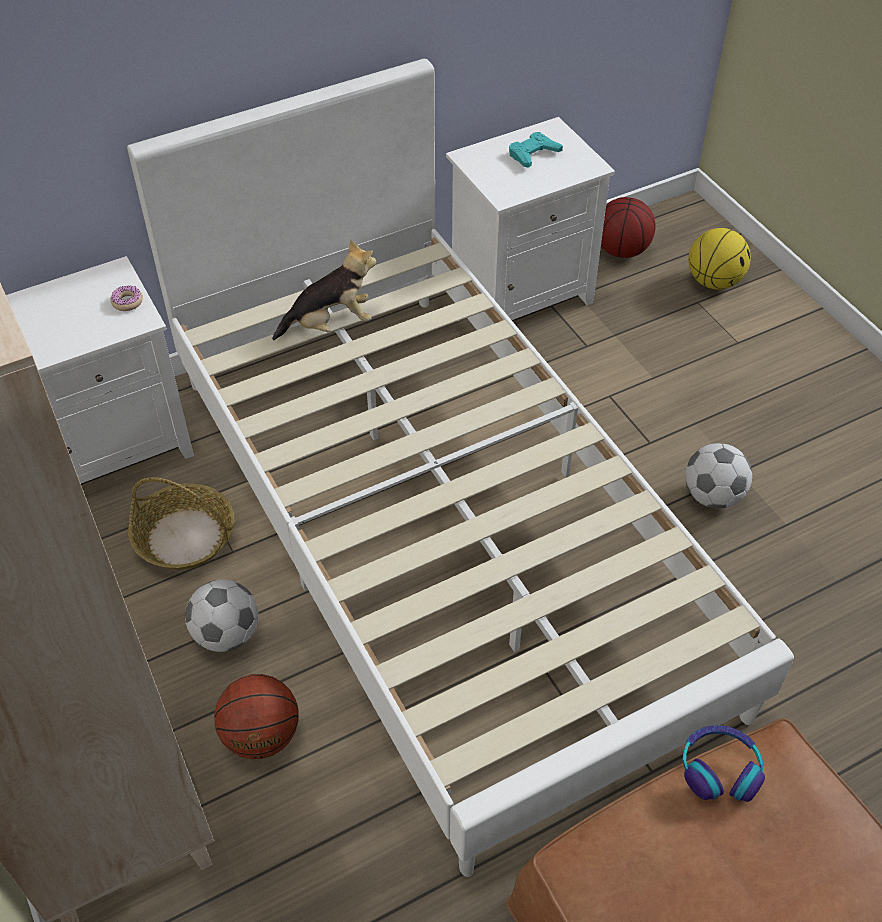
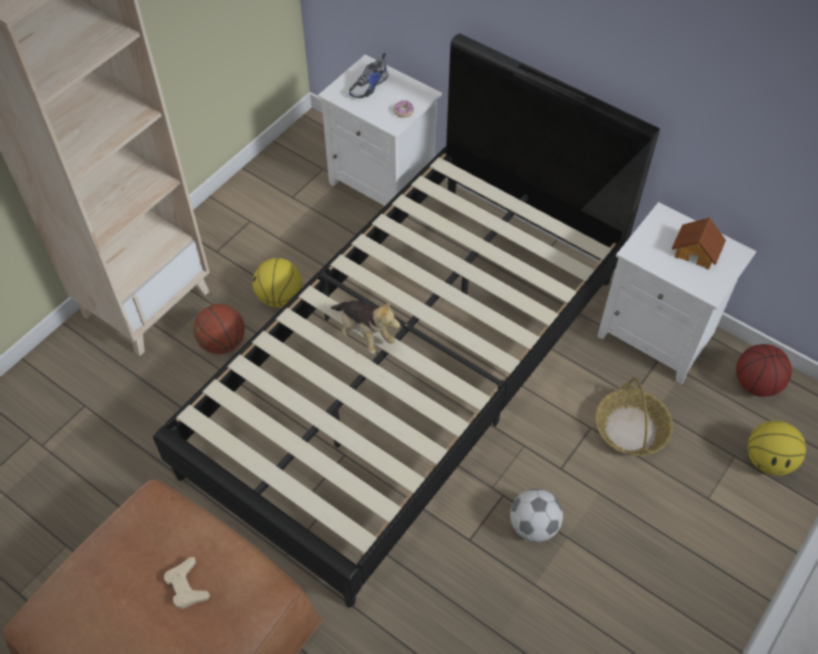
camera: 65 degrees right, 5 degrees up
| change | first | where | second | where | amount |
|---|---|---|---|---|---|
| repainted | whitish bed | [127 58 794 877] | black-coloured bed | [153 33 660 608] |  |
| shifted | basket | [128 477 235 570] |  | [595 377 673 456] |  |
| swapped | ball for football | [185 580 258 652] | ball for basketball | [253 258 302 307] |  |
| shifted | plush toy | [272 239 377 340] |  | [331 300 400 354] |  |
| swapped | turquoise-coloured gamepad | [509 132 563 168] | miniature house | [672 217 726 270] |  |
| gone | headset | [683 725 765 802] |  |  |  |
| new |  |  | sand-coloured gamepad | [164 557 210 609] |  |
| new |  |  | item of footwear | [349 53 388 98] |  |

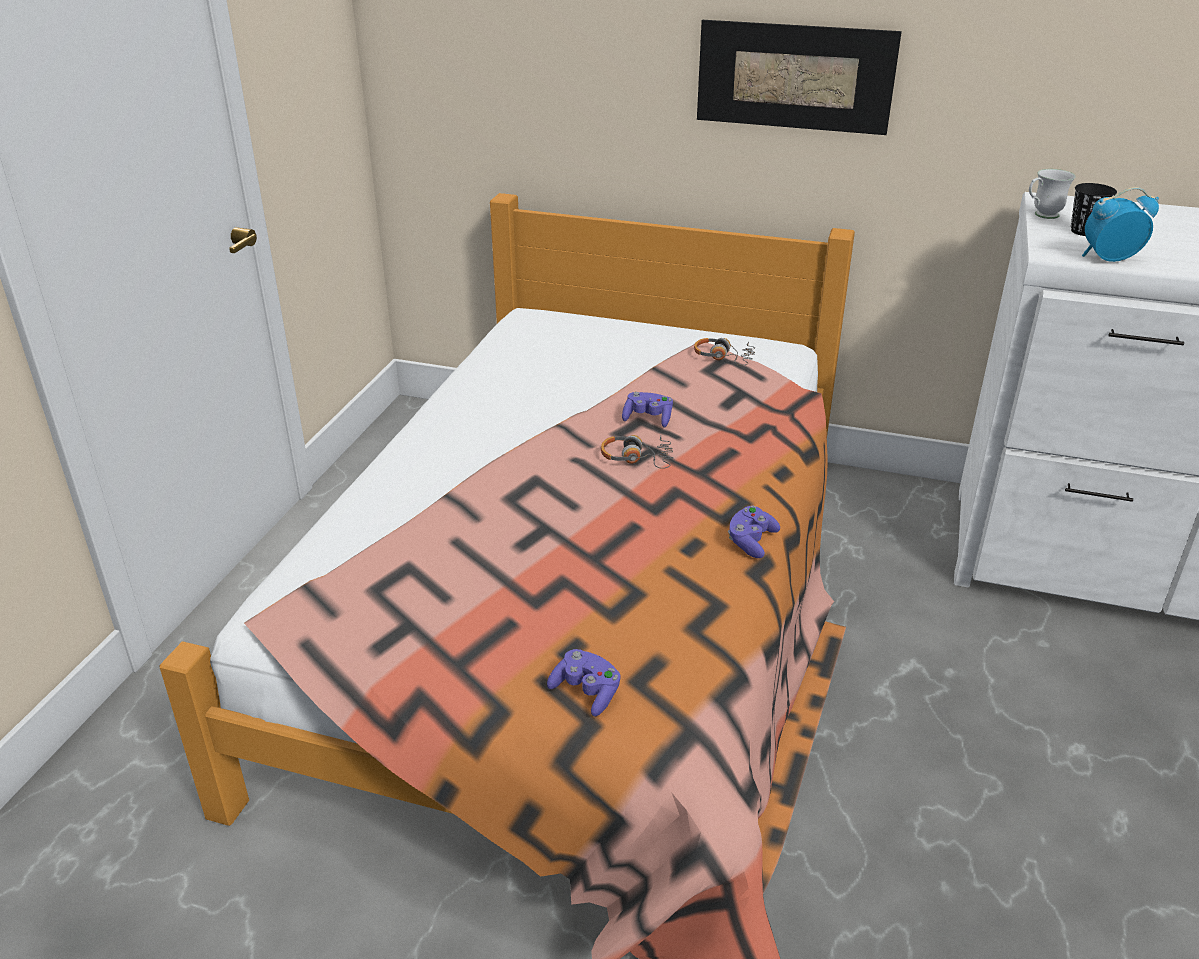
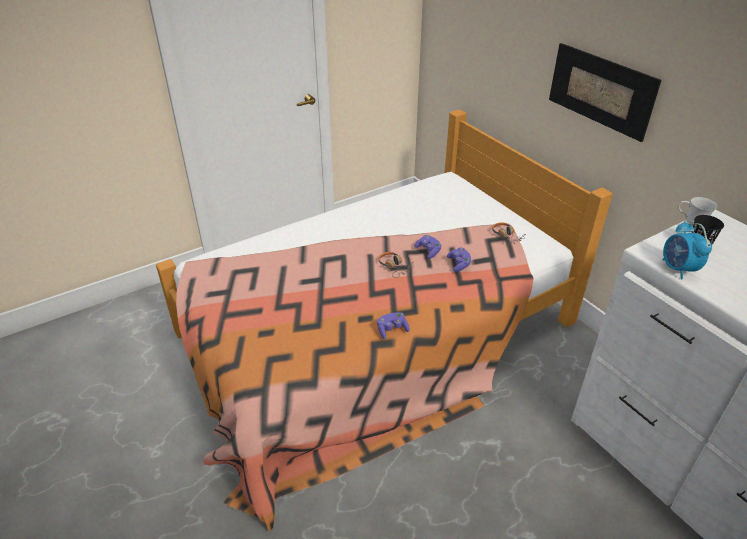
camera: 40 degrees right, 5 degrees up
| change | first | where | second | where | amount |
|---|---|---|---|---|---|
| shifted | purple gamepad | [547 649 621 717] |  | [447 248 471 272] |  |
| rotated | bedside clock | [1082 187 1159 262] |  | [662 221 712 280] | 135 degrees counterclockwise |

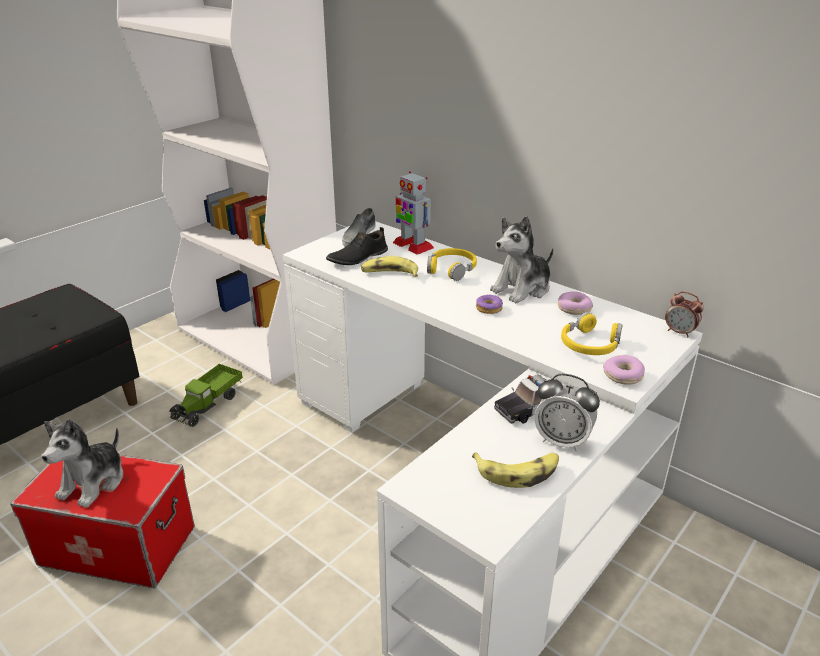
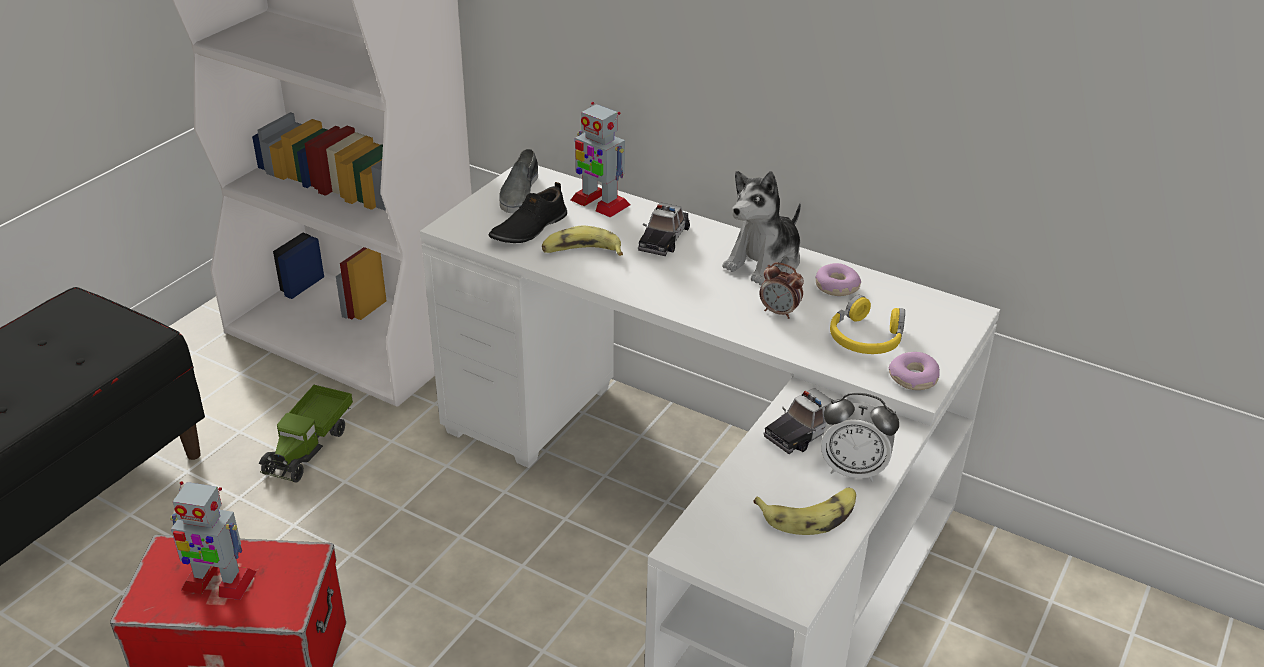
camera: 10 degrees left, 5 degrees up
| change | first | where | second | where | amount |
|---|---|---|---|---|---|
| swapped | plush toy | [42 419 123 508] | toy robot | [170 481 256 600] |  |
| swapped | yellowish headset | [427 248 477 281] | toy car | [638 202 690 256] |  |
| gone | ring doughnut | [476 295 503 314] |  |  |  |
| shifted | bedside clock | [665 292 704 337] |  | [759 263 804 319] |  |

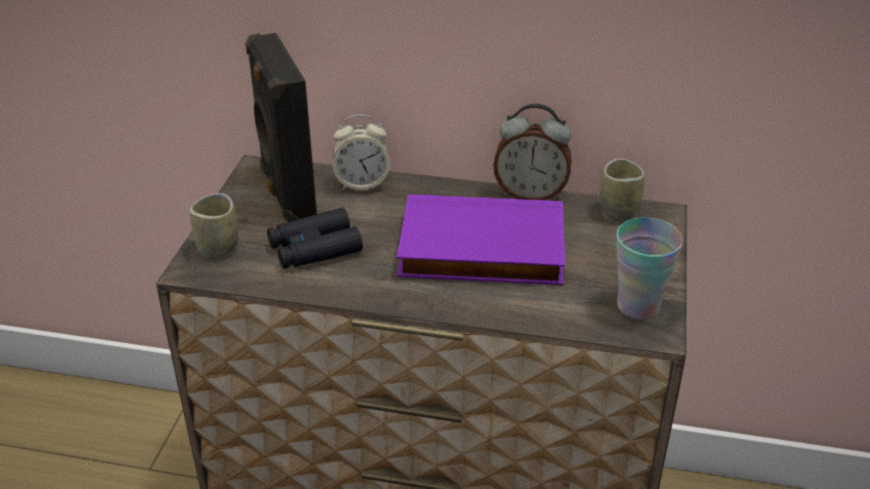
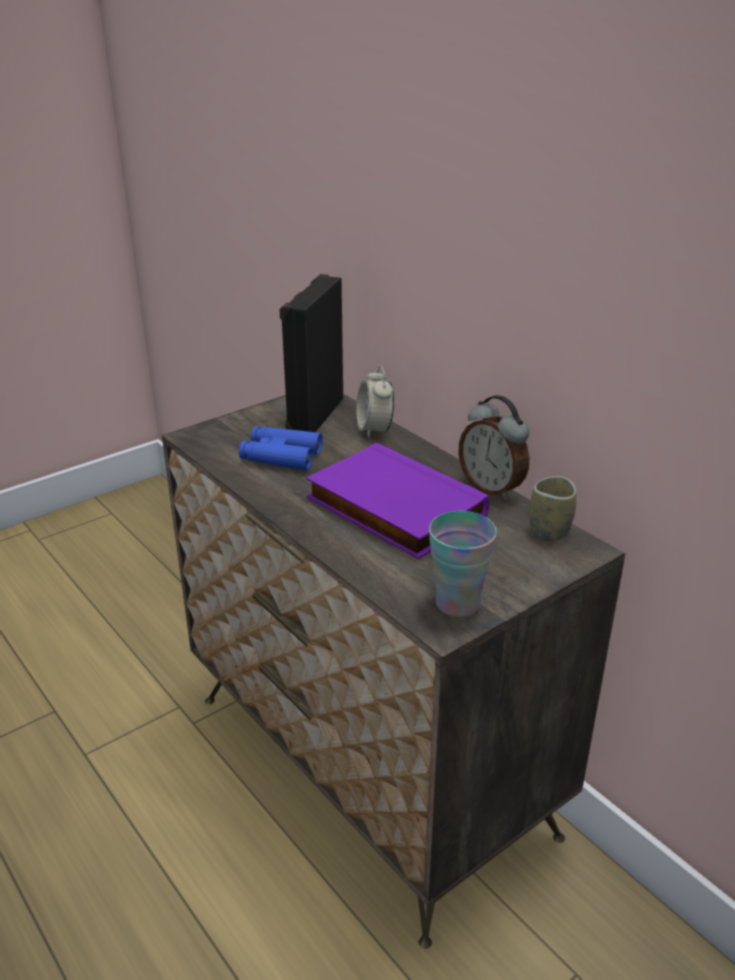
camera: 40 degrees right, 5 degrees down
| change | first | where | second | where | amount |
|---|---|---|---|---|---|
| gone | small cup | [190 193 238 260] |  |  |  |
| repainted | black-coloured binoculars | [267 208 363 269] | bluish binoculars | [239 426 323 470] |  |
| rotated | bedside clock | [333 115 390 190] |  | [356 365 394 438] | 45 degrees clockwise |

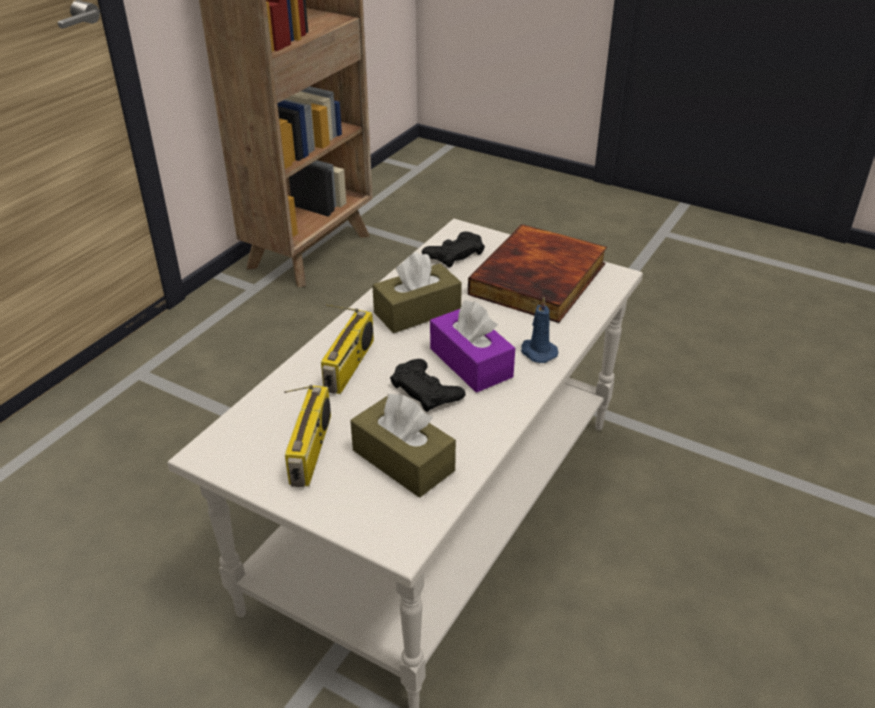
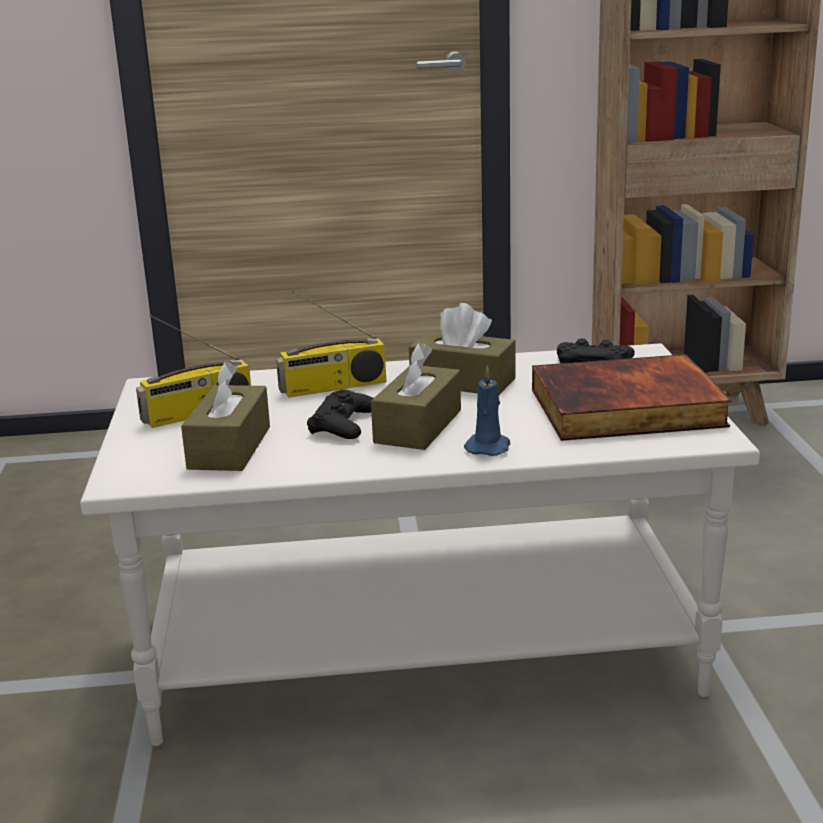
camera: 55 degrees right, 15 degrees down
| change | first | where | second | where | amount |
|---|---|---|---|---|---|
| repainted | purple tissue holder | [430 300 515 393] | brown tissue holder | [371 343 461 450] |  |

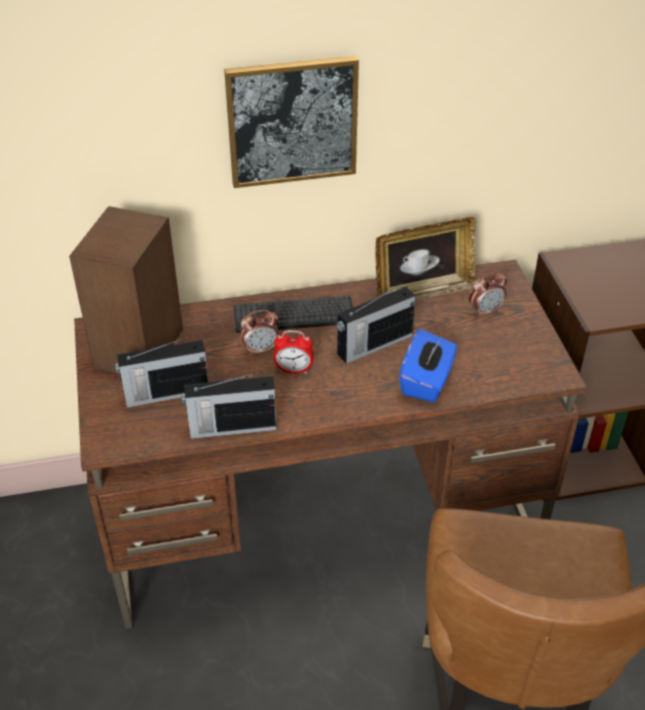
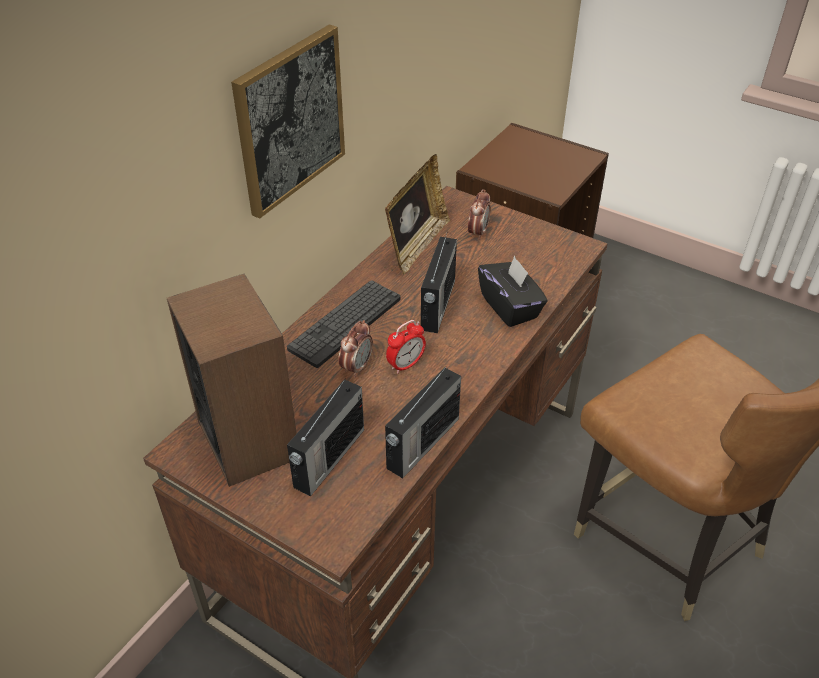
camera: 45 degrees left, 0 degrees up
| change | first | where | second | where | amount |
|---|---|---|---|---|---|
| repainted | bluish tissue holder | [399 329 457 402] | black-coloured tissue holder | [478 256 548 327] |  |

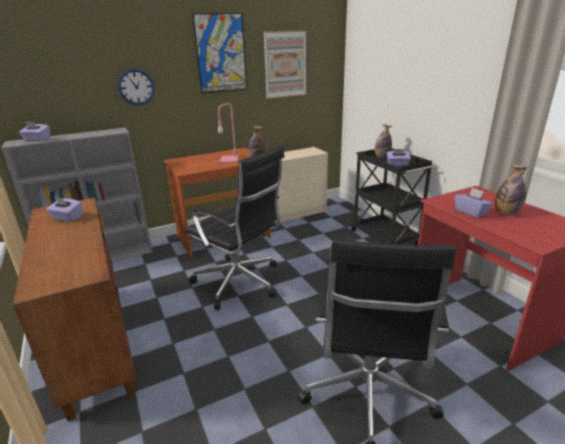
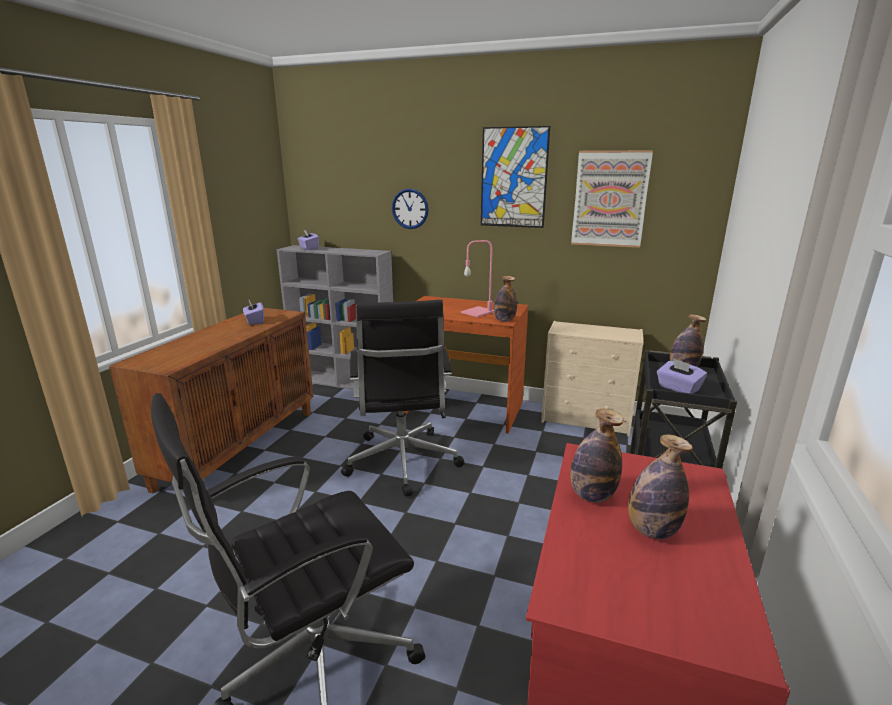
camera: 45 degrees right, 5 degrees down
| change | first | where | second | where | amount |
|---|---|---|---|---|---|
| swapped | purple tissue holder | [455 188 493 218] | beverage bottle | [570 409 624 503] |  |

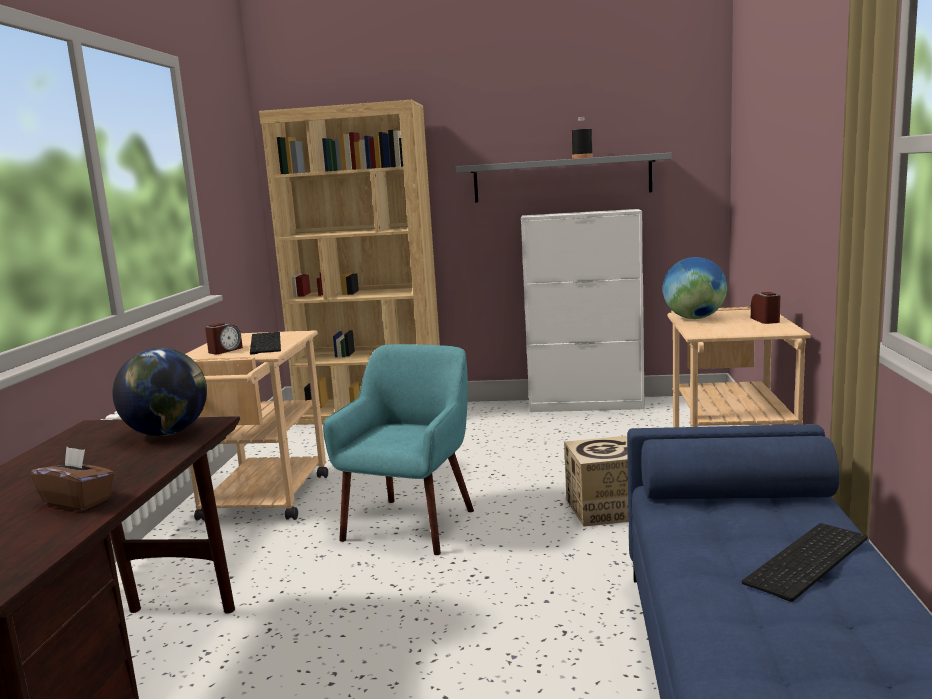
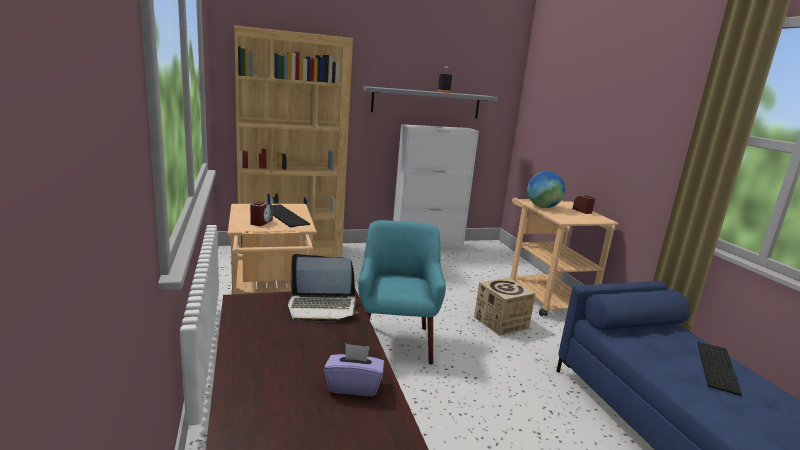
camera: 25 degrees left, 5 degrees up
| change | first | where | second | where | amount |
|---|---|---|---|---|---|
| repainted | brown tissue holder | [30 447 115 511] | purple tissue holder | [324 343 384 396] |  |
| swapped | globe | [112 348 207 436] | laptop | [288 254 359 322] |  |

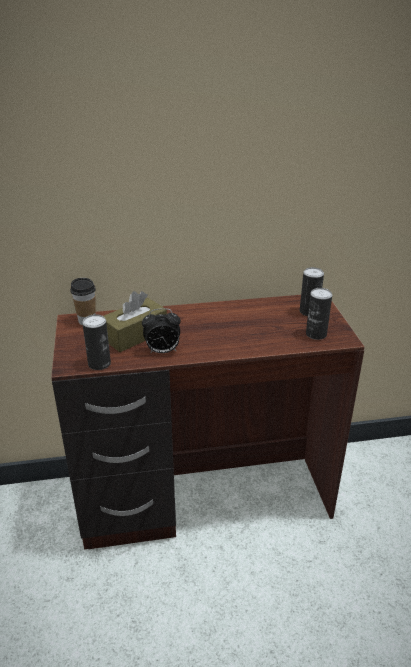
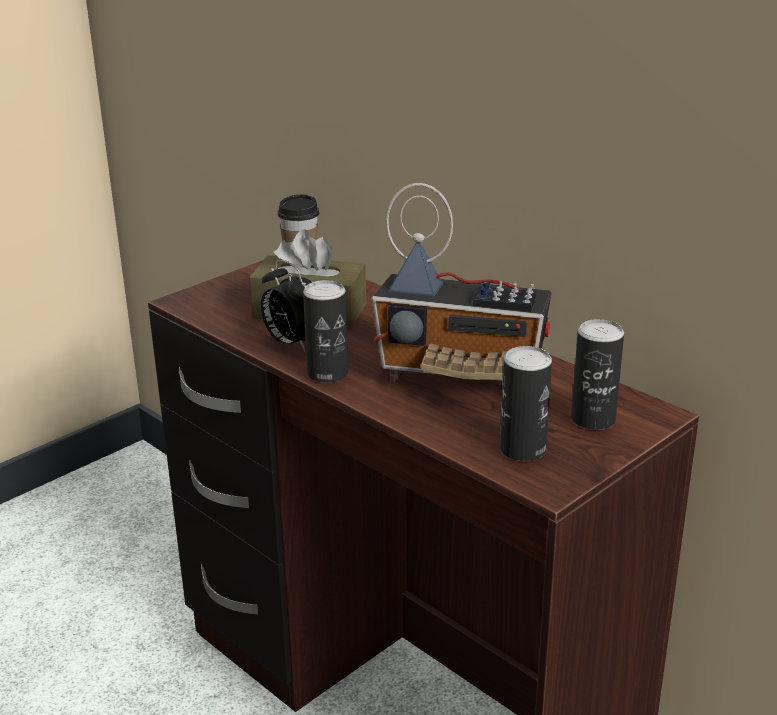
camera: 55 degrees right, 5 degrees down
| change | first | where | second | where | amount |
|---|---|---|---|---|---|
| shifted | can | [82 314 111 370] |  | [303 280 348 383] |  |
| new |  |  | radio receiver | [371 183 552 382] |  |

